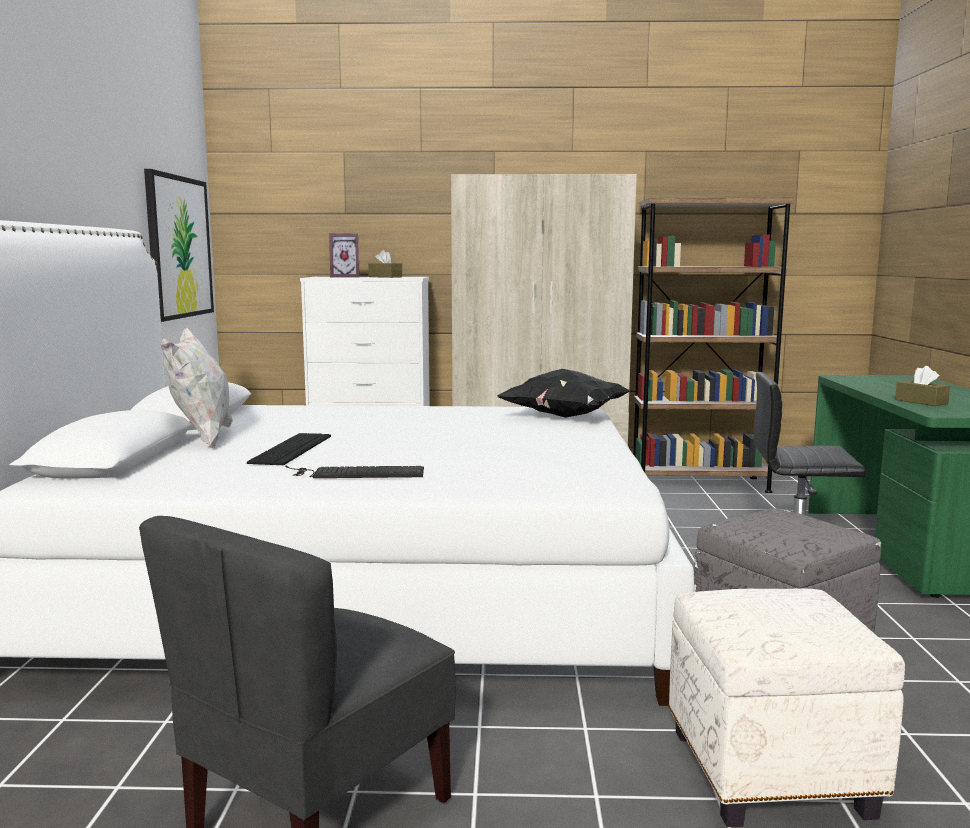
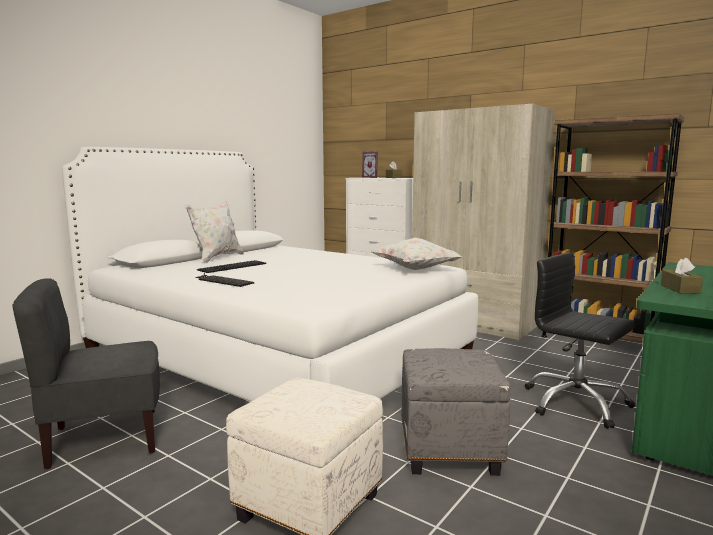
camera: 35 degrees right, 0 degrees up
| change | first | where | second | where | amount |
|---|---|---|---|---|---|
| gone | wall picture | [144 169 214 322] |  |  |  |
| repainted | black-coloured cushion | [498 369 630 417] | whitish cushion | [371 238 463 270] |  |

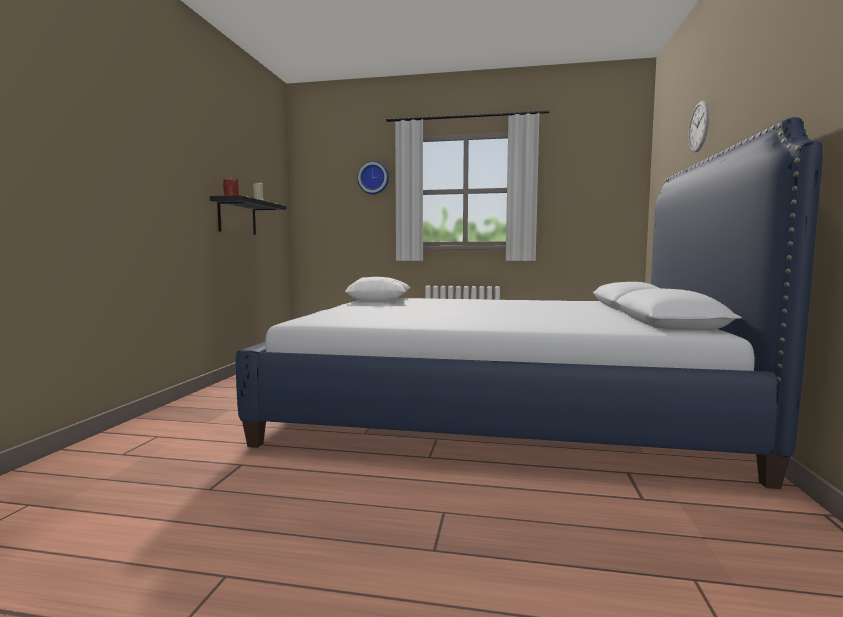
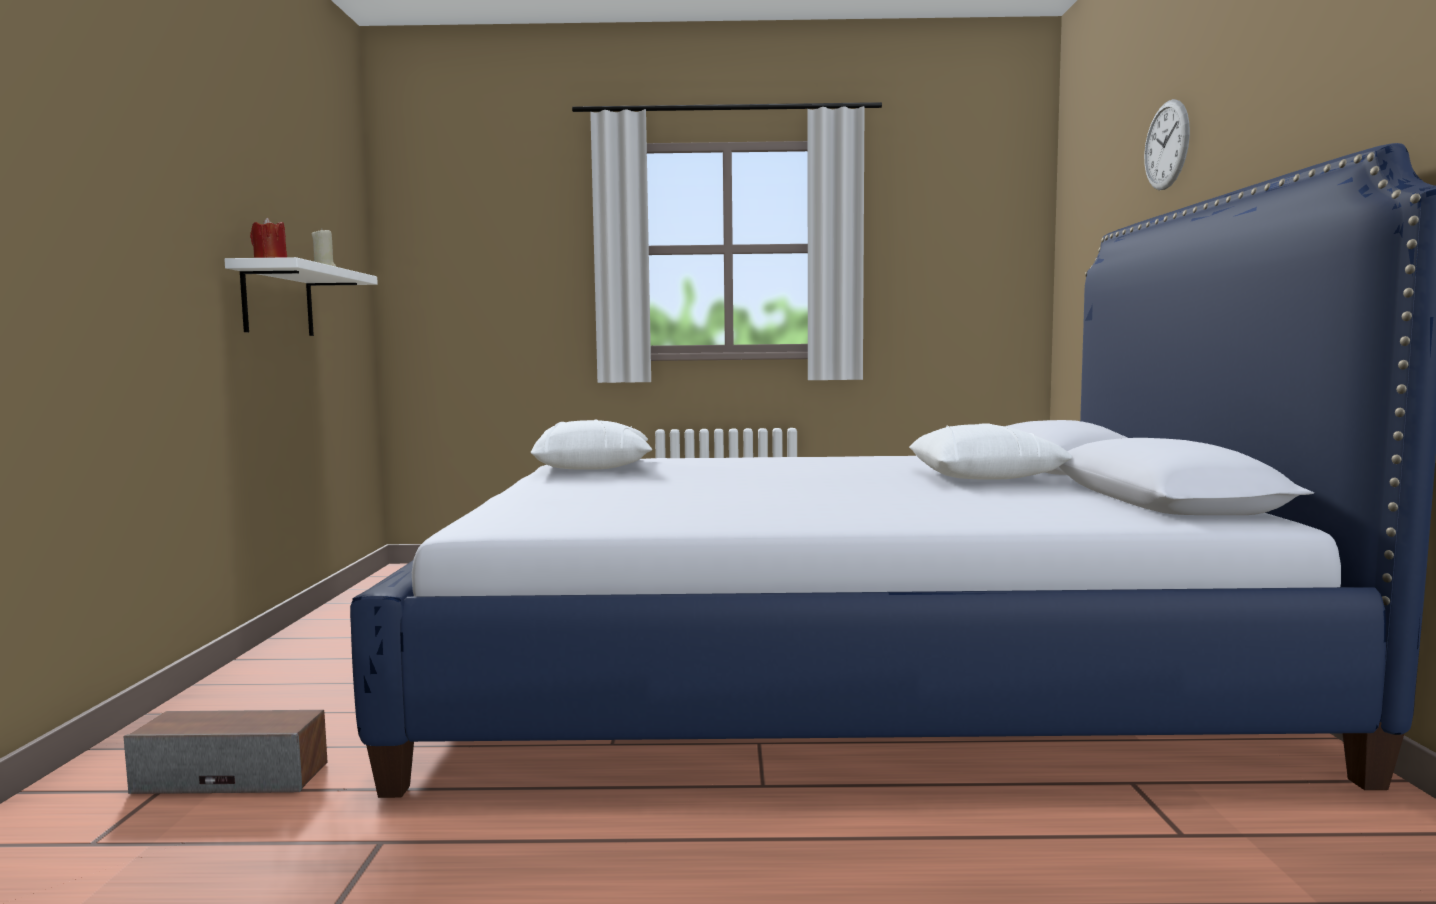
camera: 10 degrees left, 0 degrees up
| change | first | where | second | where | amount |
|---|---|---|---|---|---|
| repainted | black-coloured wall shelf | [210 195 286 235] | whitish wall shelf | [224 257 378 336] |  |
| gone | clock on the wall | [357 161 389 195] |  |  |  |
| new |  |  | loudspeaker | [124 710 327 794] |  |
| new |  |  | whitish cushion | [909 423 1072 480] |  |

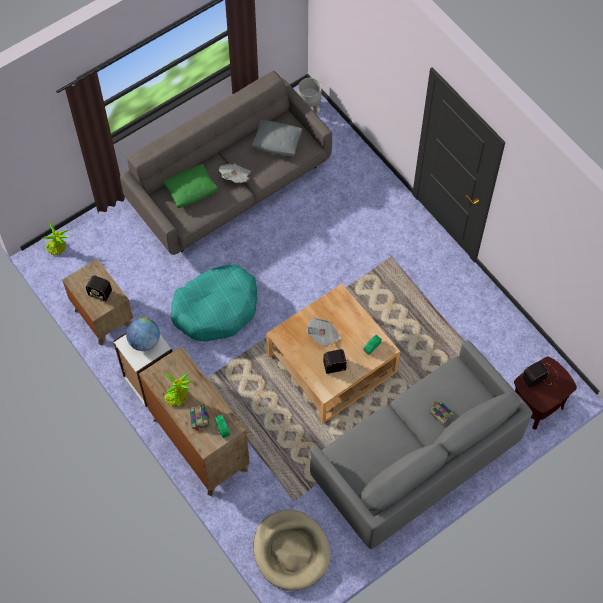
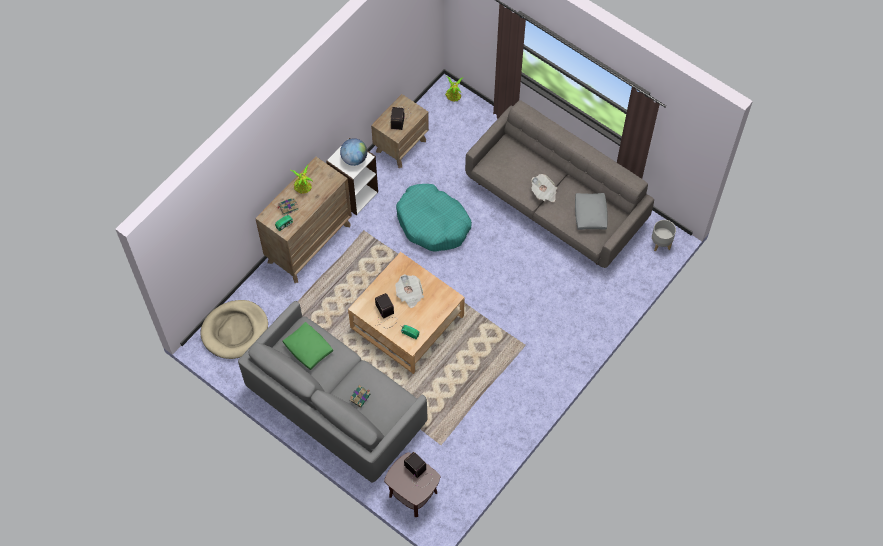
camera: 75 degrees right, 0 degrees up
| change | first | where | second | where | amount |
|---|---|---|---|---|---|
| shifted | green-coloured cushion | [163 164 218 208] |  | [283 322 333 370] |  |

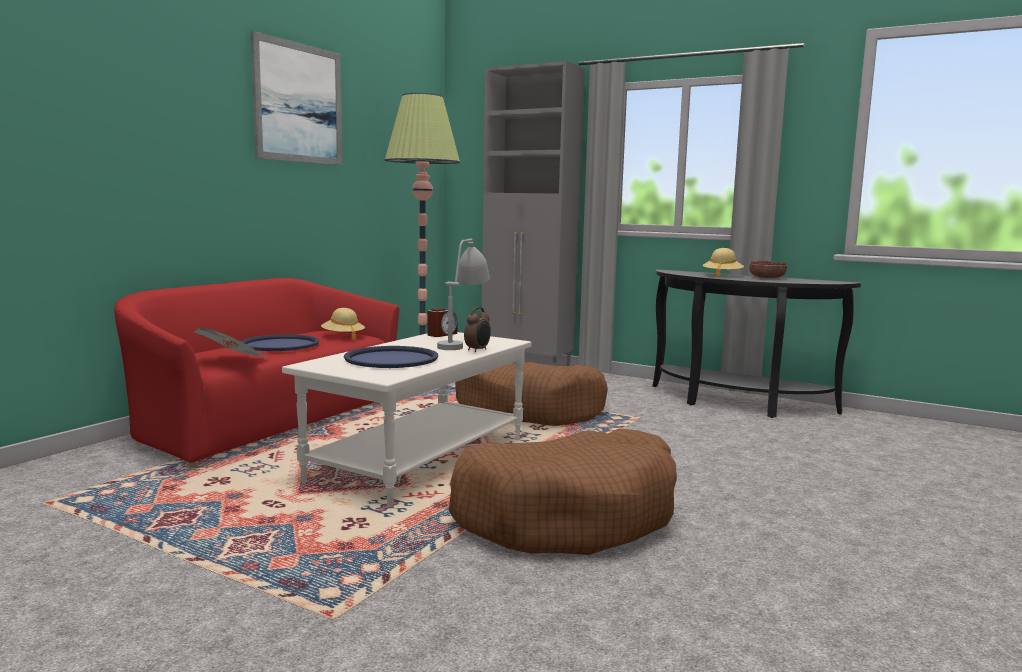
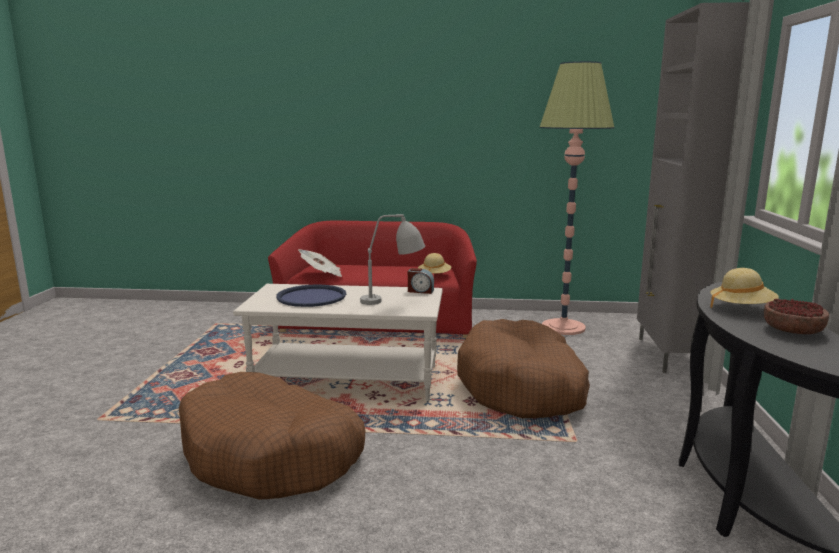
camera: 65 degrees right, 5 degrees up
| change | first | where | second | where | amount |
|---|---|---|---|---|---|
| gone | bluish serving tray | [240 334 319 351] |  |  |  |
| gone | wall picture | [251 31 342 165] |  |  |  |
| gone | bedside clock | [464 307 491 352] |  |  |  |

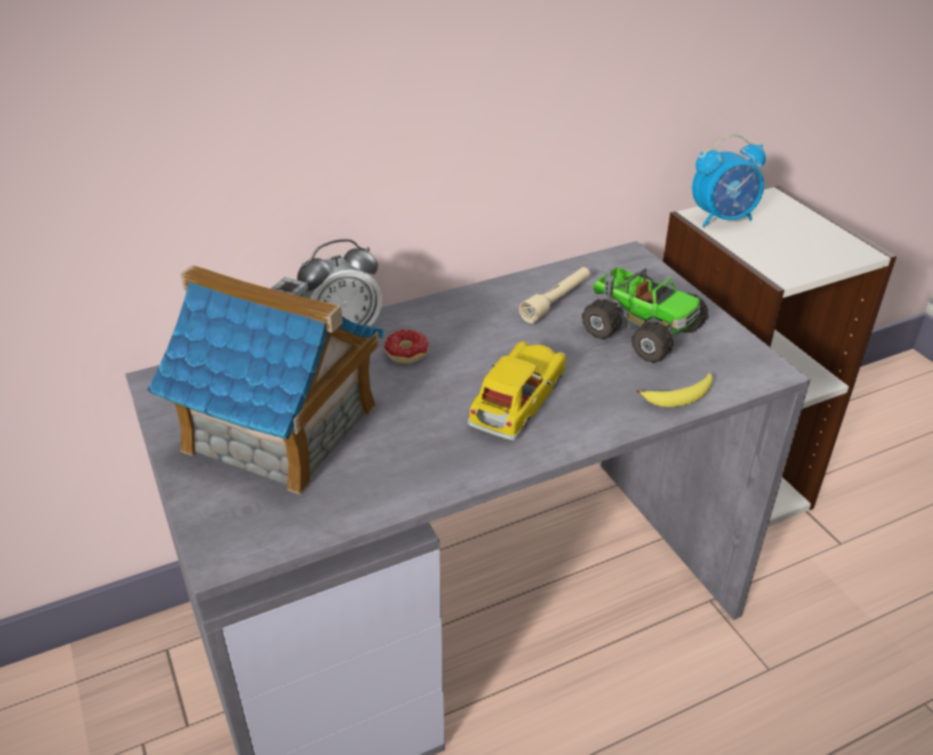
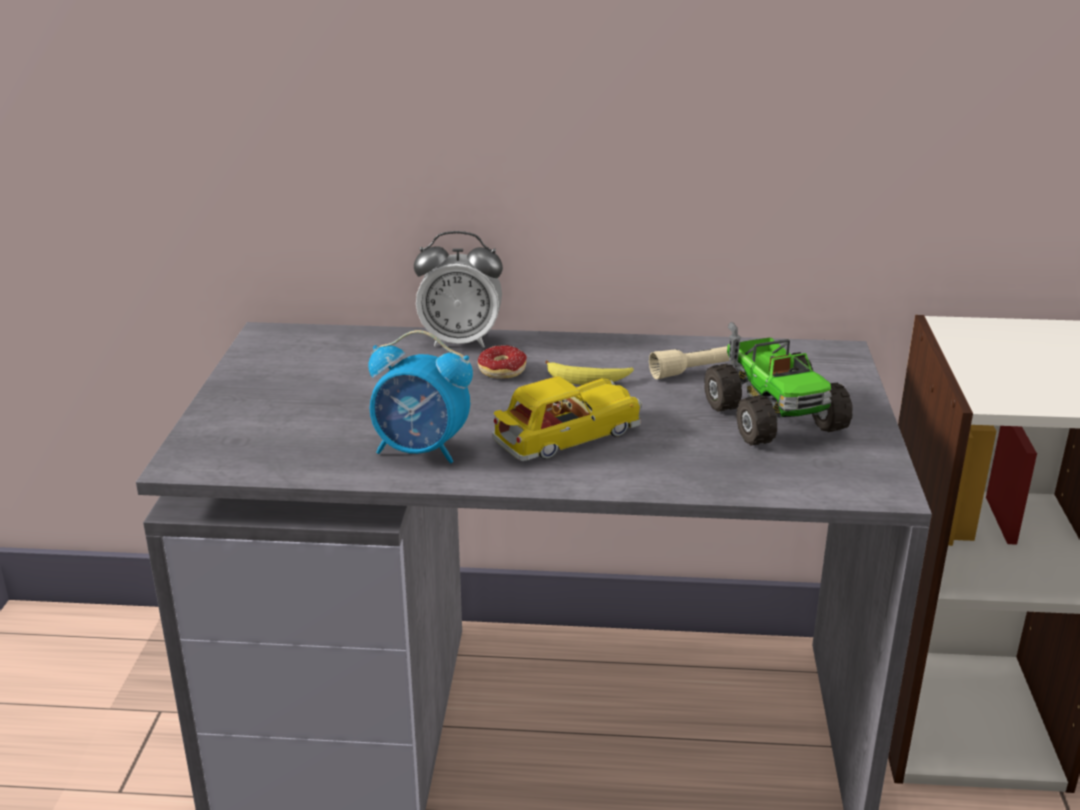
camera: 30 degrees right, 10 degrees down
| change | first | where | second | where | amount |
|---|---|---|---|---|---|
| gone | miniature house | [147 265 384 495] |  |  |  |
| shifted | banana | [636 373 713 407] |  | [545 360 634 385] |  |
| shifted | bedside clock | [692 134 766 227] |  | [368 330 473 464] |  |

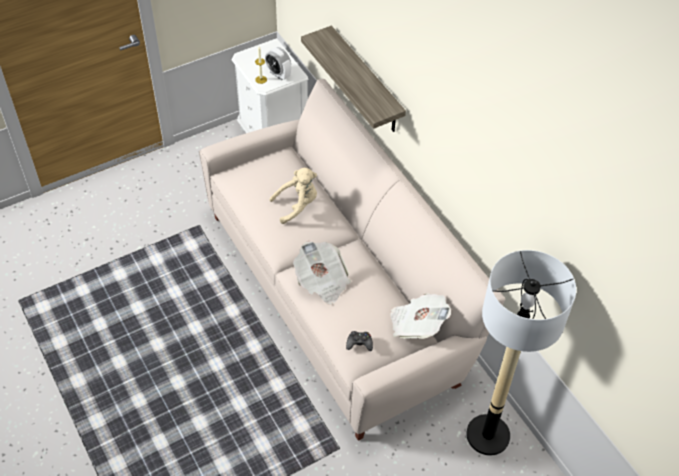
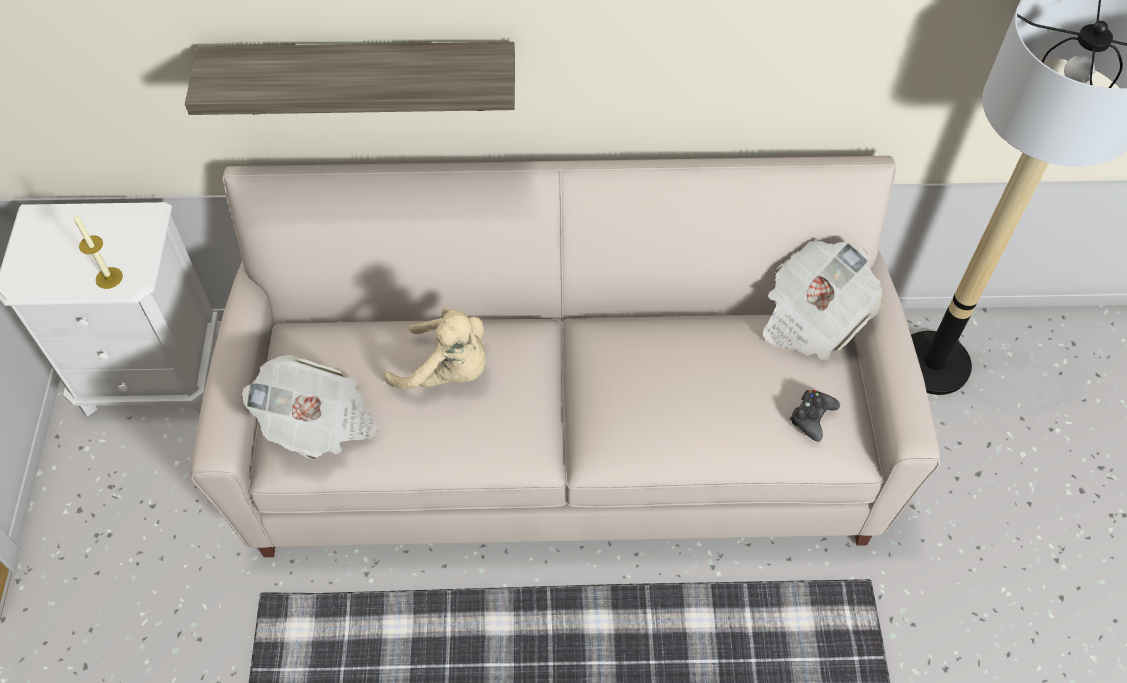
camera: 60 degrees left, 5 degrees up
| change | first | where | second | where | amount |
|---|---|---|---|---|---|
| gone | bedside clock | [265 47 291 80] |  |  |  |
| rotated | sand-coloured plush toy | [269 168 317 224] |  | [385 308 486 389] | 105 degrees clockwise |
| shifted | daily paper | [293 241 351 305] |  | [242 355 378 459] |  |

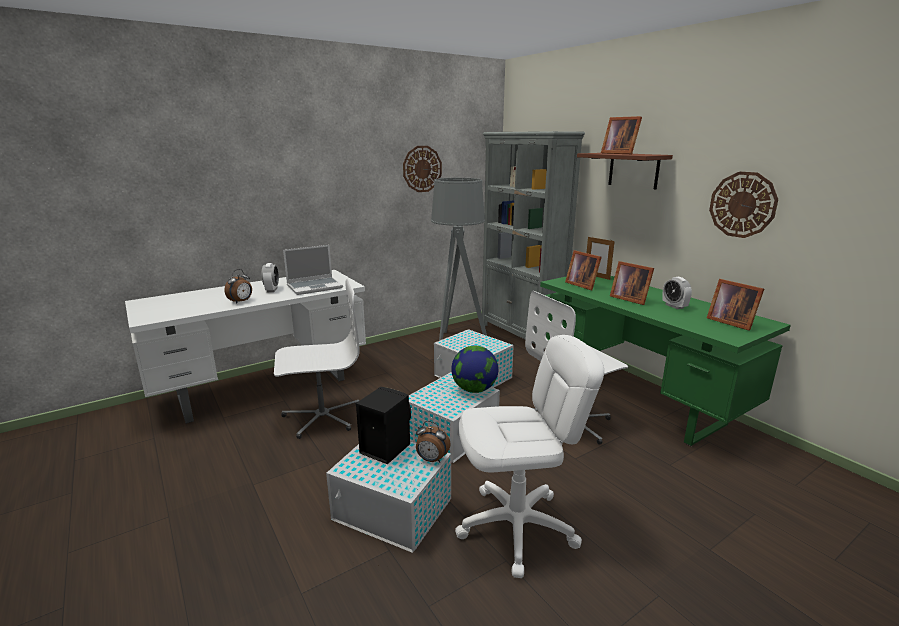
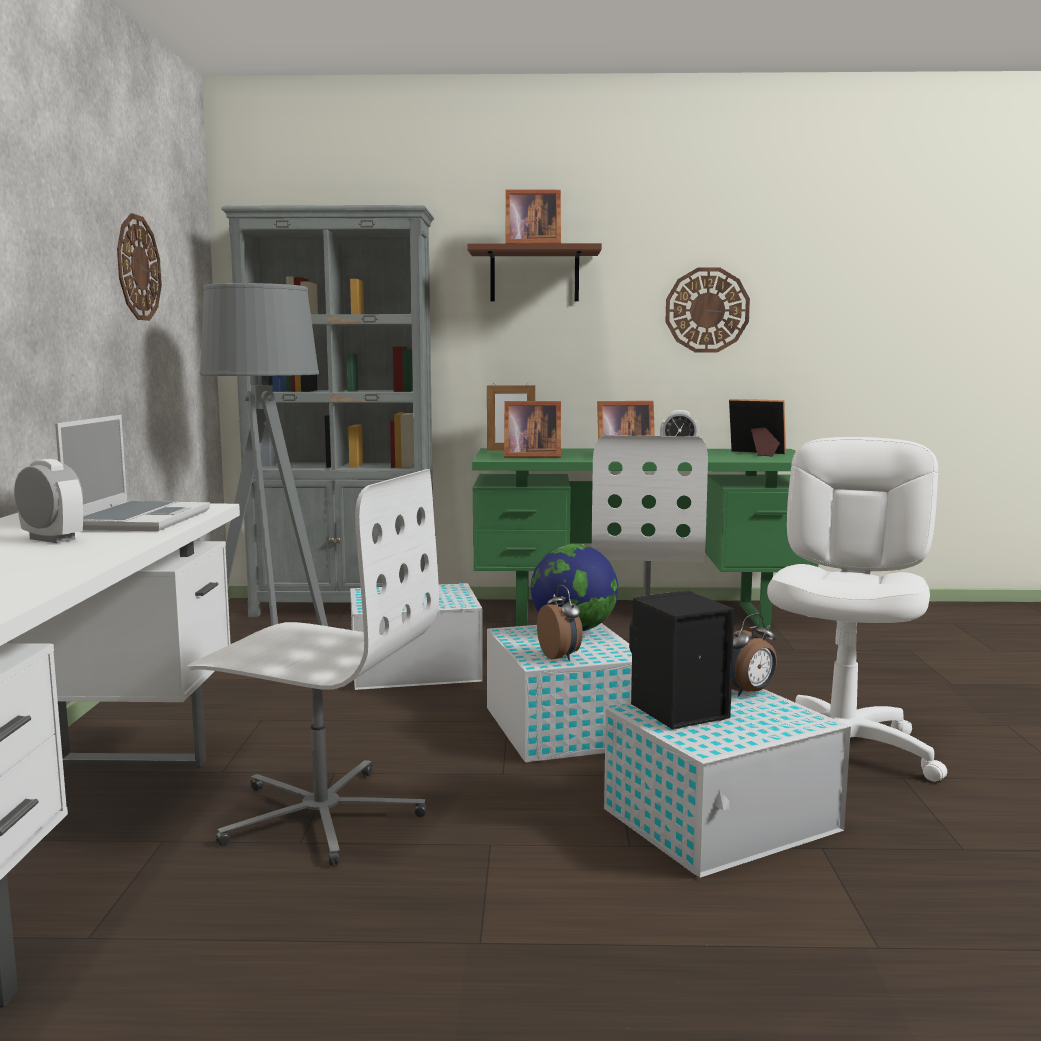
camera: 55 degrees left, 10 degrees down
| change | first | where | second | where | amount |
|---|---|---|---|---|---|
| shifted | bedside clock | [224 269 252 304] |  | [537 585 583 661] |  |
| rotated | whitish computer chair | [274 278 360 439] |  | [188 469 439 866] | 90 degrees clockwise |
| rotated | picture frame | [707 279 764 331] |  | [729 399 786 457] | 150 degrees counterclockwise |

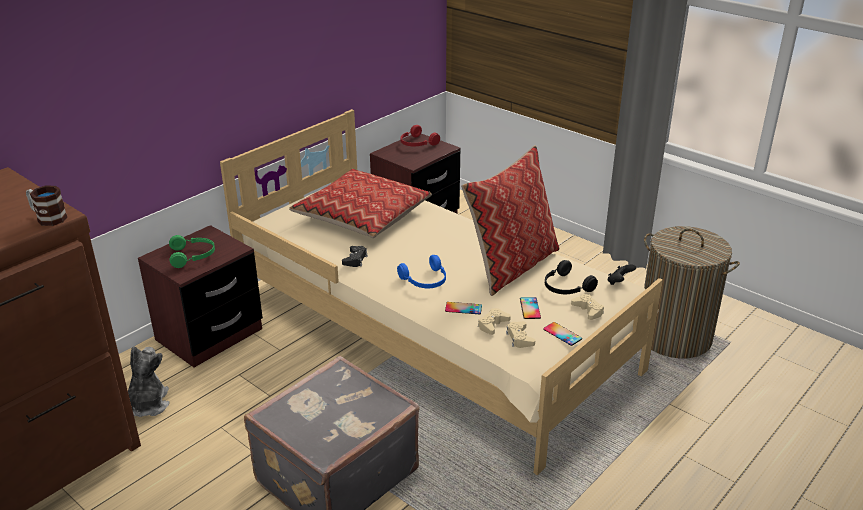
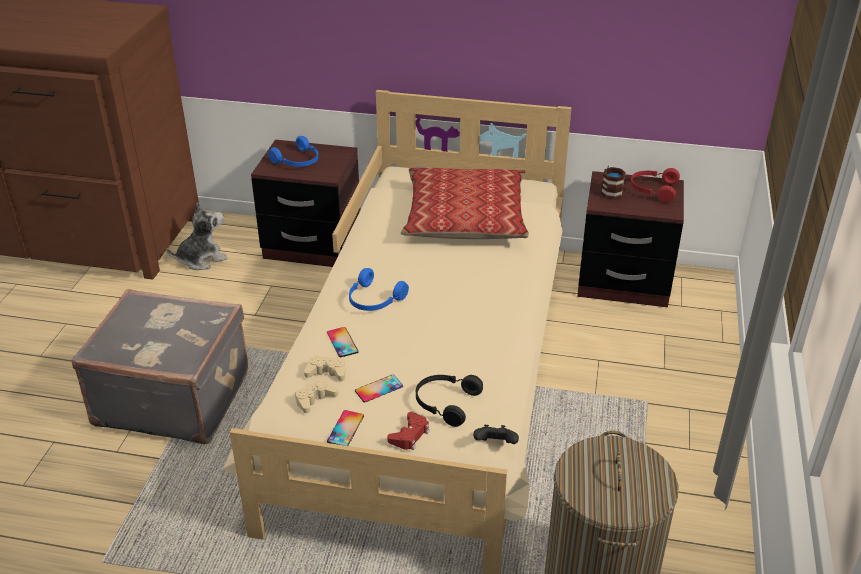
camera: 60 degrees right, 5 degrees up
| change | first | where | second | where | amount |
|---|---|---|---|---|---|
| shifted | coffee mug | [26 186 67 226] |  | [601 165 626 200] |  |
| repainted | green-coloured headset | [169 235 215 268] | bluish headset | [268 136 319 167] |  |
| gone | black-coloured gamepad | [342 246 368 267] |  |  |  |
| gone | cushion | [461 145 559 296] |  |  |  |
| repainted | sand-coloured gamepad | [571 294 604 320] | red-coloured gamepad | [387 412 429 450] |  |

